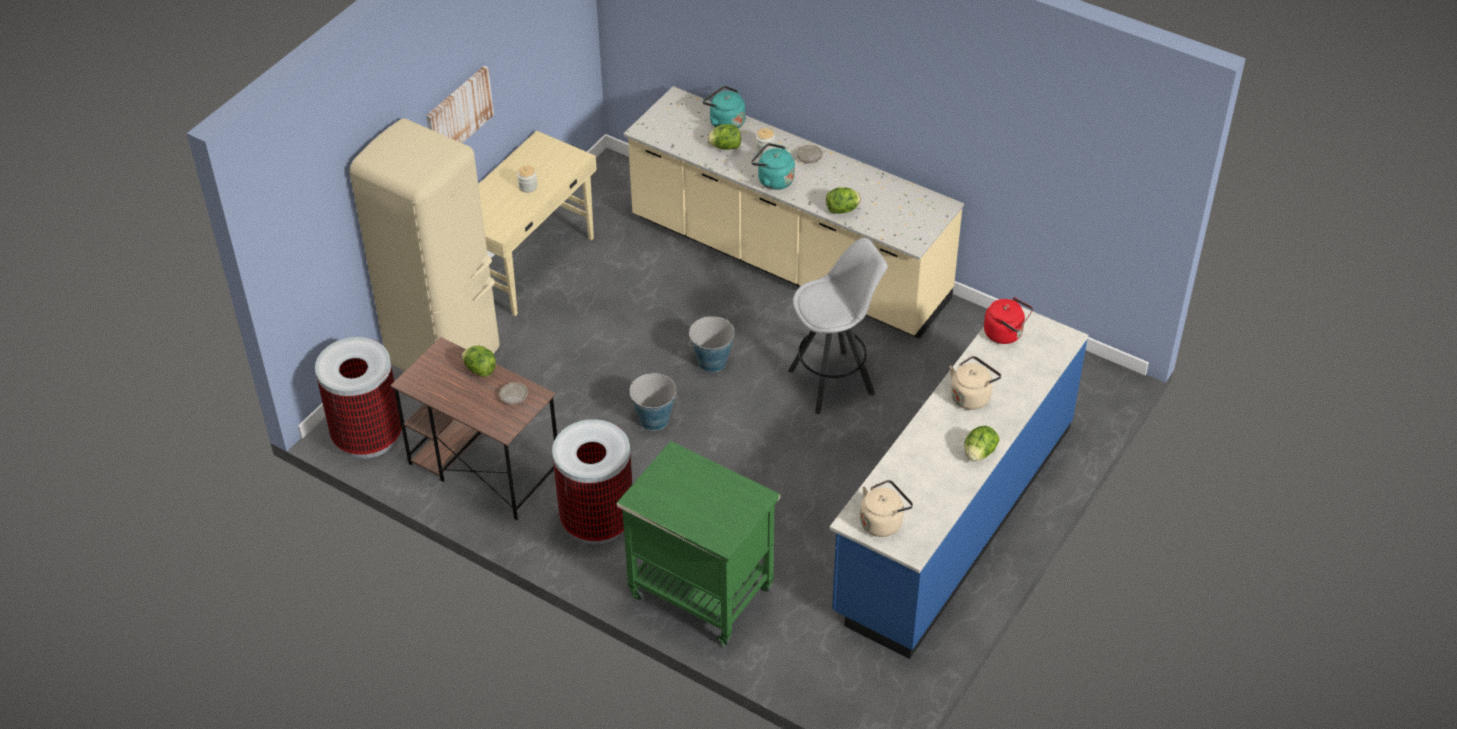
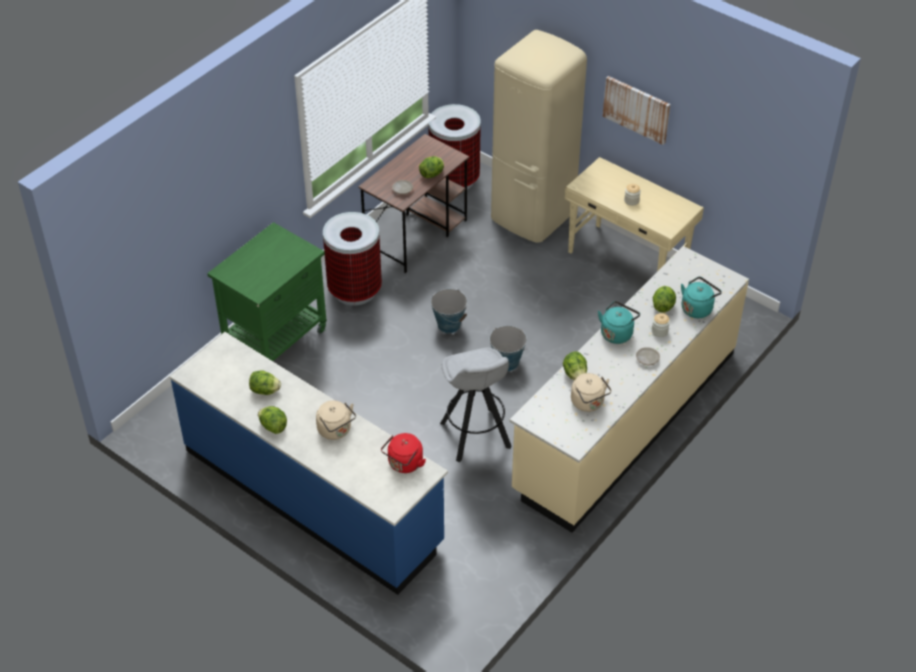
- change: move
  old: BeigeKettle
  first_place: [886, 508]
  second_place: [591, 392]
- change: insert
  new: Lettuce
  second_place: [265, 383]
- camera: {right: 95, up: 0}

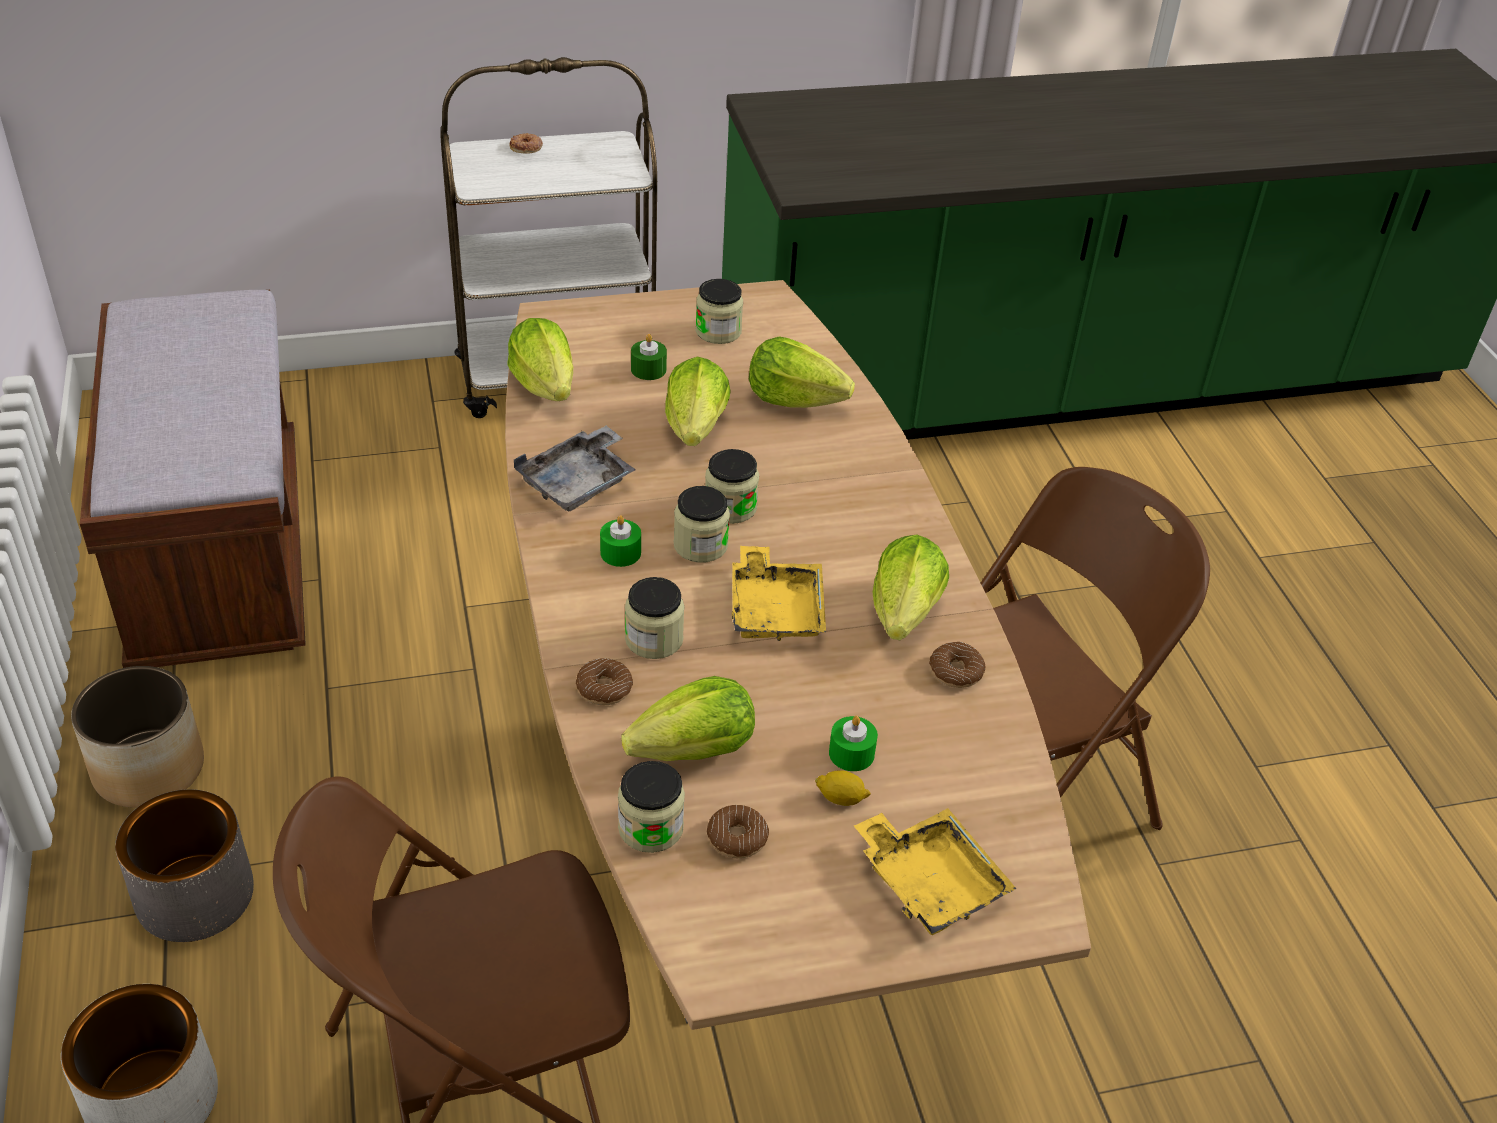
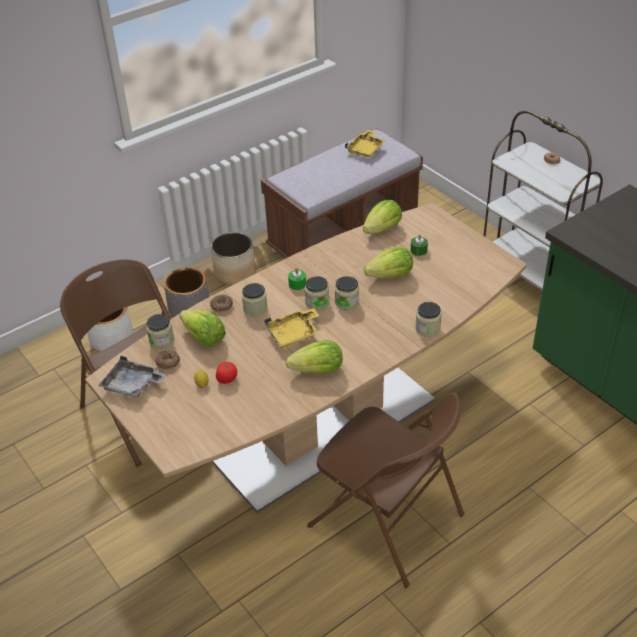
- change: move
  old: Jar
  first_place: [719, 311]
  second_place: [428, 319]
- change: delete
  old: Lettuce
  first_place: [802, 372]
- change: move
  old: GreyTray
  first_place: [575, 468]
  second_place: [132, 377]
- change: delete
  old: Donut
  first_place: [957, 665]
- change: replace
  old: GreenCandle
  new: Tomato
  first_place: [853, 743]
  second_place: [226, 373]
- change: move
  old: YellowTray
  first_place: [935, 871]
  second_place: [365, 143]
- camera: {right: 70, up: 0}

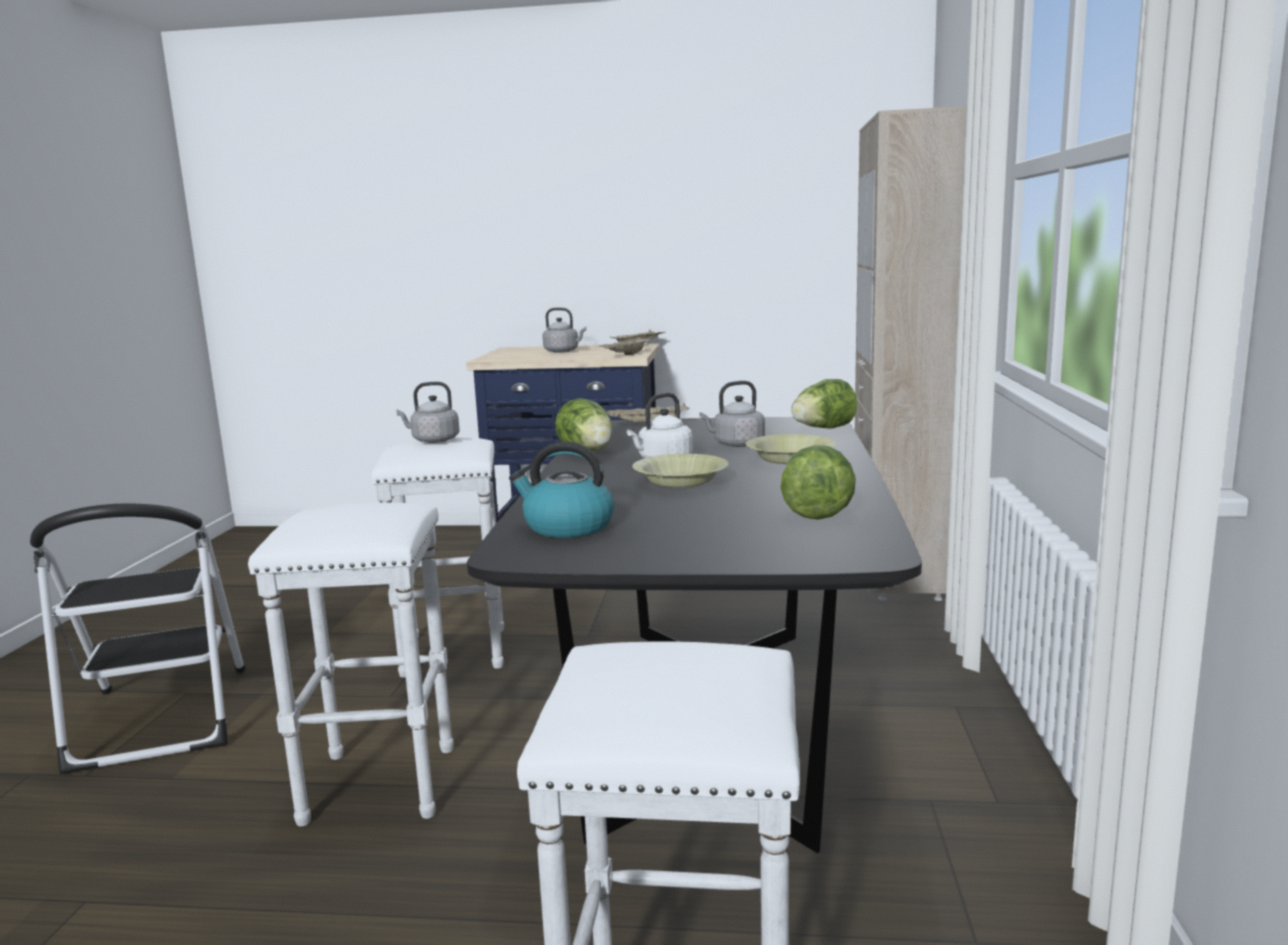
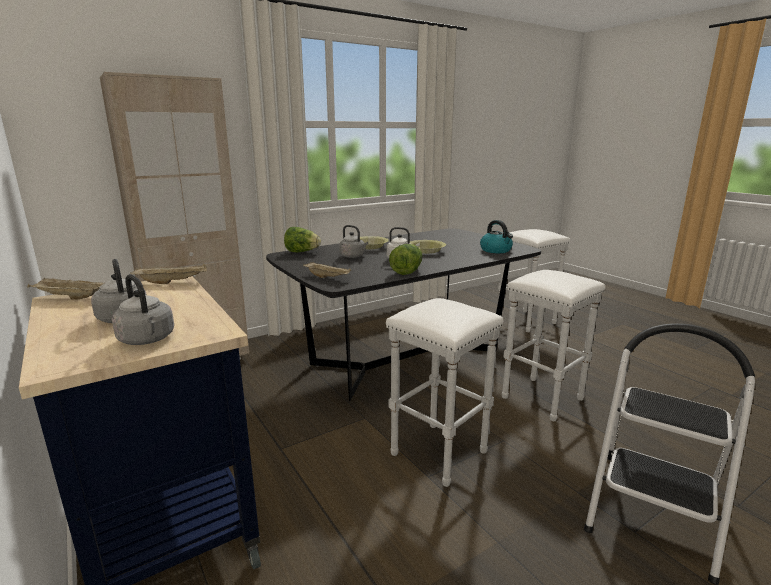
- change: move
  old: GreyKettle
  first_place: [428, 412]
  second_place: [143, 309]
- change: delete
  old: Lettuce
  first_place: [818, 482]
- camera: {right: -130, up: 5}

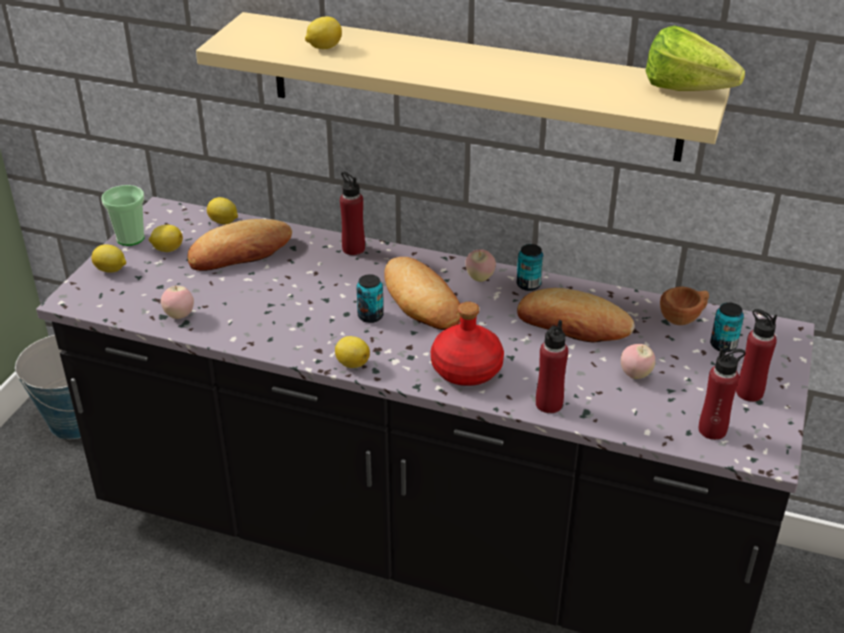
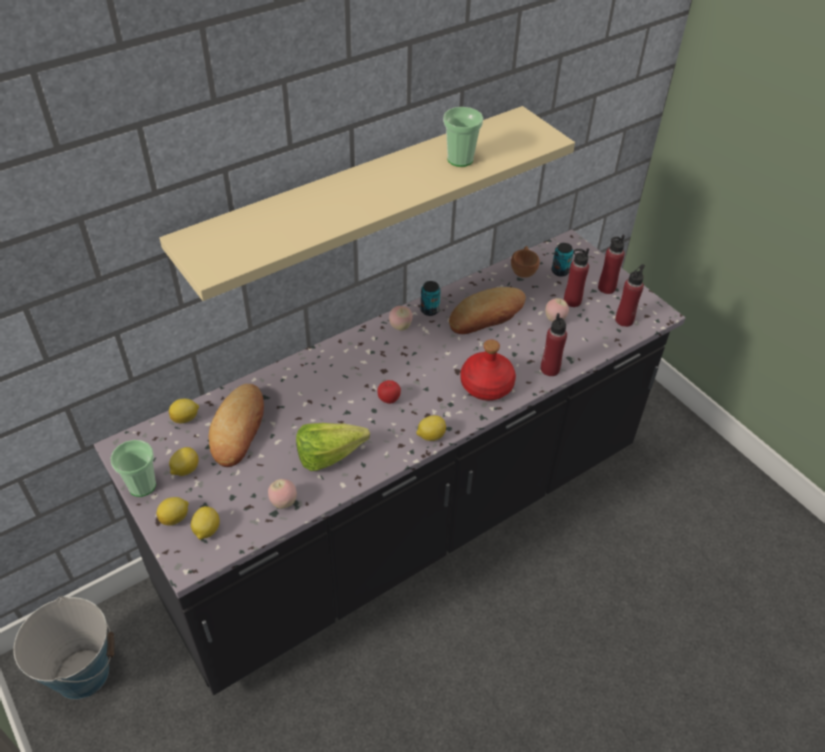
- change: move
  old: Lemon
  first_place: [323, 33]
  second_place: [205, 523]
- change: move
  old: Lettuce
  first_place: [695, 58]
  second_place: [333, 447]
- change: move
  old: RedBottle
  first_place: [352, 213]
  second_place: [576, 277]
- change: delete
  old: Bread
  first_place: [422, 293]
- change: replace
  old: Can
  new: Apple
  first_place: [370, 298]
  second_place: [389, 392]
- change: insert
  new: Cup
  second_place: [463, 137]
- camera: {right: -55, up: 10}

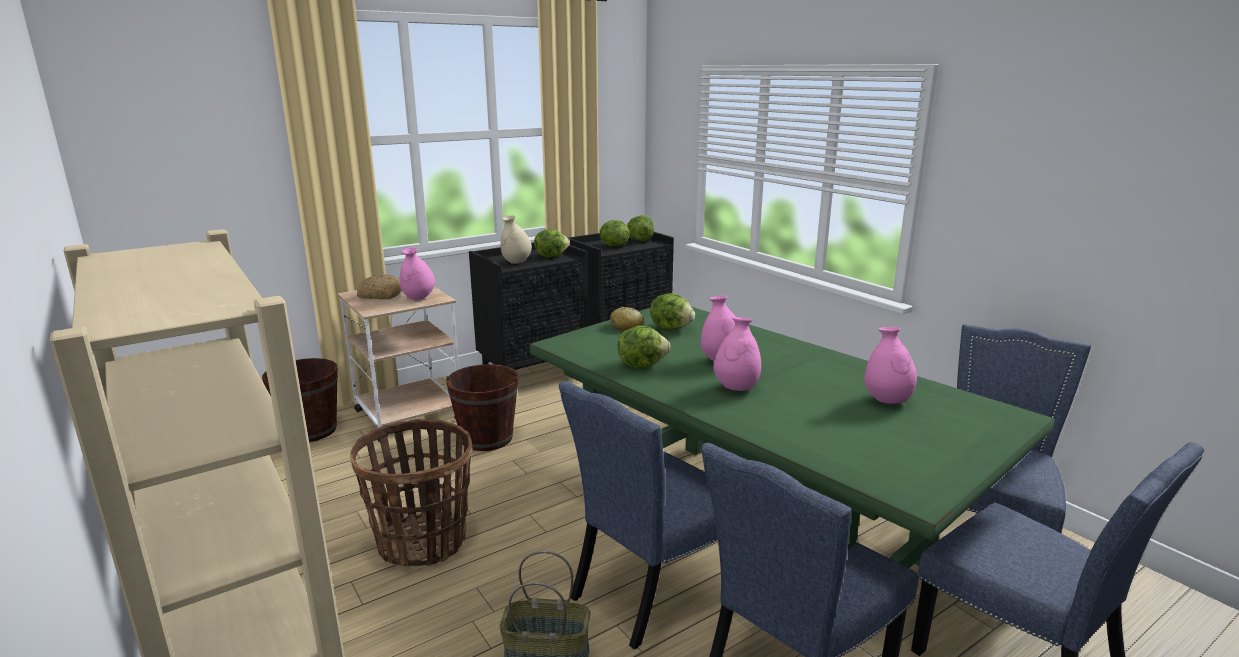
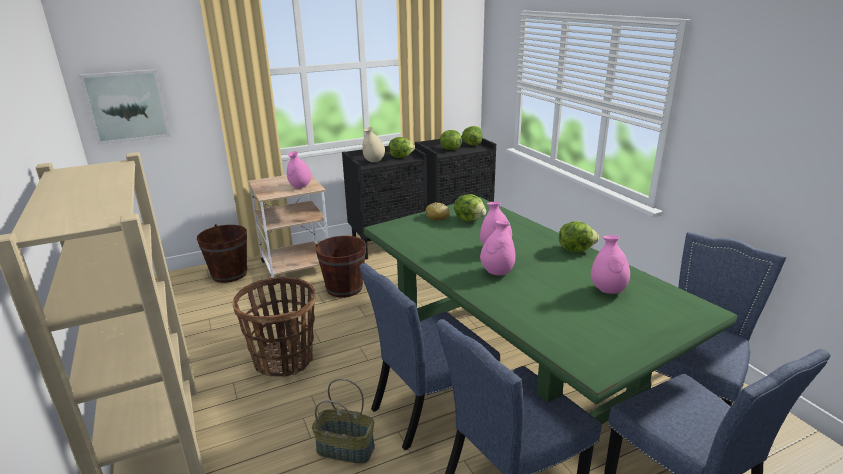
- change: delete
  old: Bread
  first_place: [379, 286]
- change: move
  old: Lettuce
  first_place: [644, 346]
  second_place: [579, 236]
- change: insert
  new: Picture
  second_place: [124, 107]
- camera: {right: 10, up: 5}

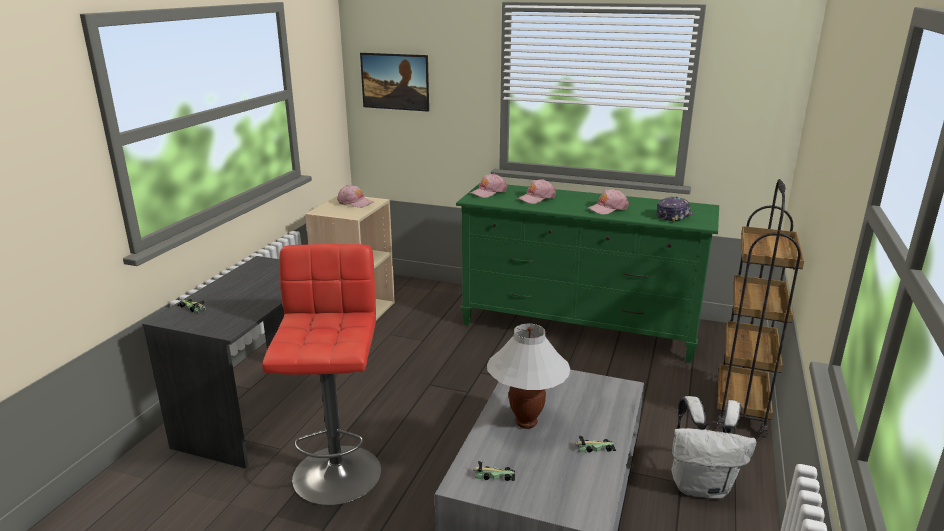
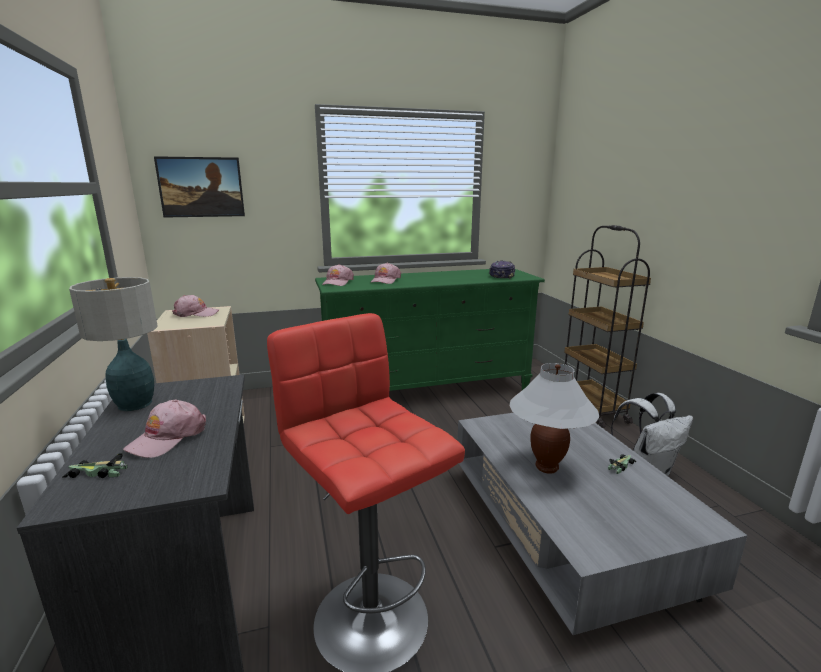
- change: move
  old: PinkCap
  first_place: [608, 202]
  second_place: [164, 429]
- change: delete
  old: ToyCar
  first_place: [494, 471]
- change: insert
  new: TableLamp
  second_place: [113, 344]
- camera: {right: -35, up: -5}

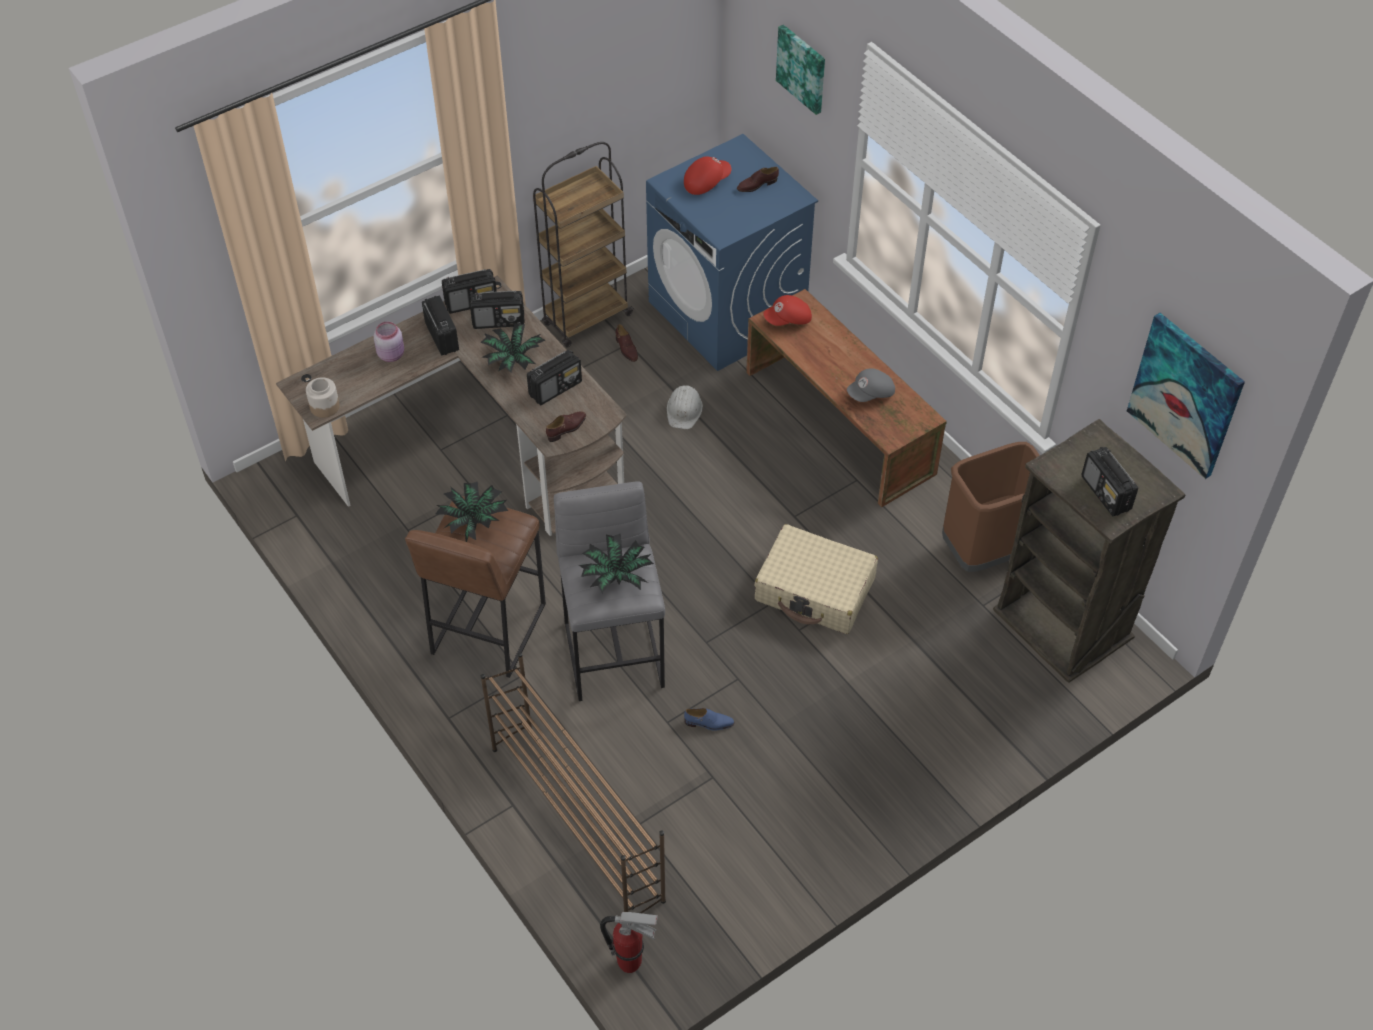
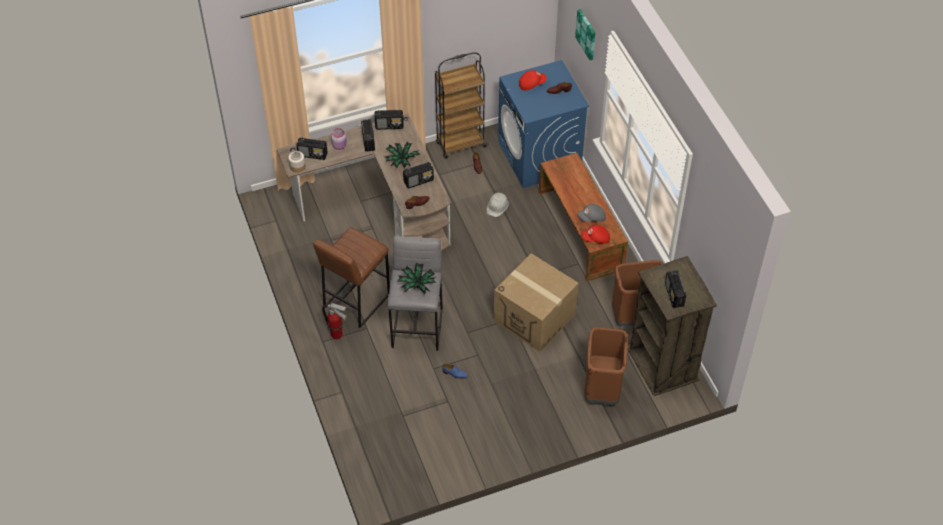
- change: move
  old: Radio
  first_place: [497, 310]
  second_place: [312, 148]
- change: move
  old: RedCap
  first_place: [787, 310]
  second_place: [595, 234]
- change: delete
  old: Picture
  first_place: [1186, 396]
- change: delete
  old: PottedPlant
  first_place: [471, 512]
- change: replace
  old: BeigeSuitcase
  new: CardboardBox
  first_place: [816, 579]
  second_place: [536, 302]
- change: delete
  old: BrownShoeRack
  first_place: [573, 782]
- change: move
  old: FireExtinguisher
  first_place: [629, 942]
  second_place: [334, 321]
- change: insert
  new: BrownTrashCan
  second_place: [606, 366]
- camera: {right: 15, up: 0}

